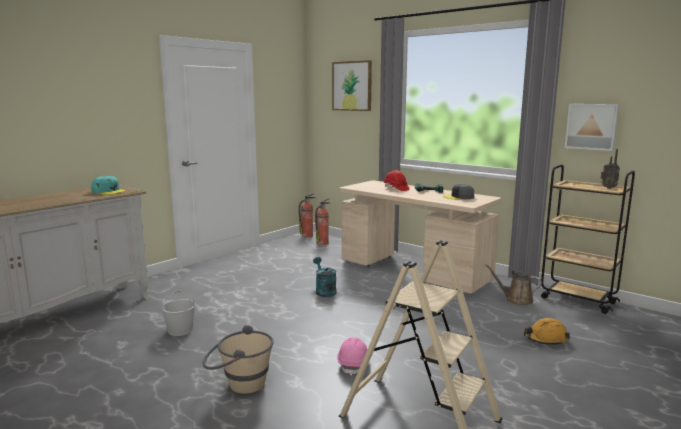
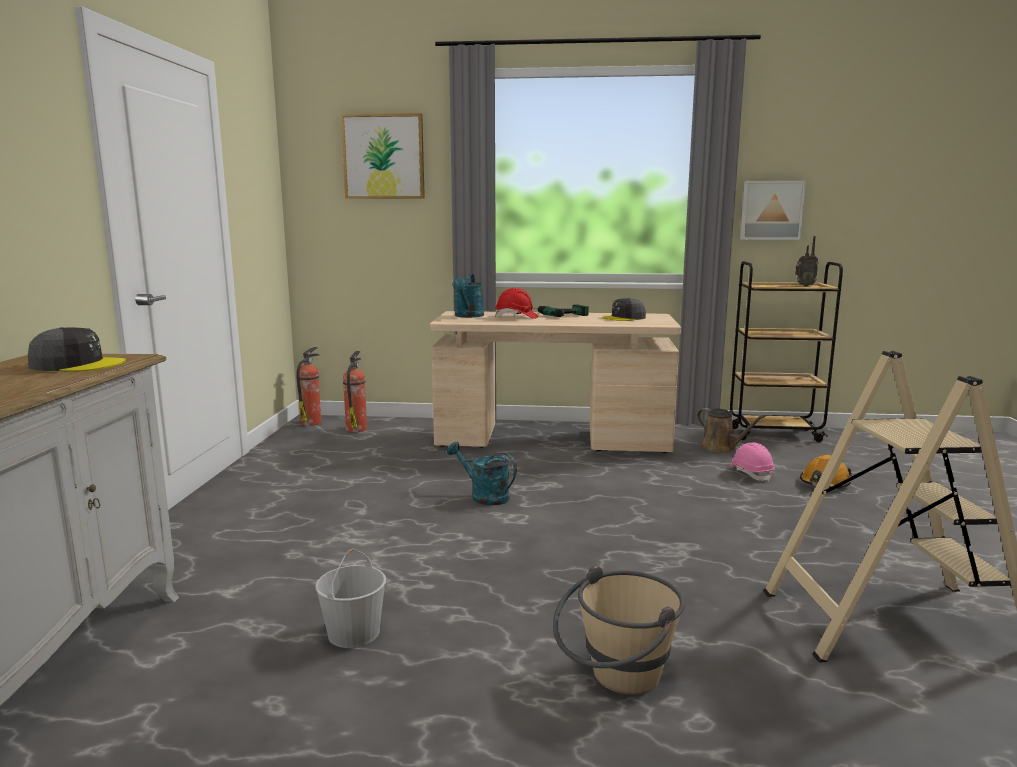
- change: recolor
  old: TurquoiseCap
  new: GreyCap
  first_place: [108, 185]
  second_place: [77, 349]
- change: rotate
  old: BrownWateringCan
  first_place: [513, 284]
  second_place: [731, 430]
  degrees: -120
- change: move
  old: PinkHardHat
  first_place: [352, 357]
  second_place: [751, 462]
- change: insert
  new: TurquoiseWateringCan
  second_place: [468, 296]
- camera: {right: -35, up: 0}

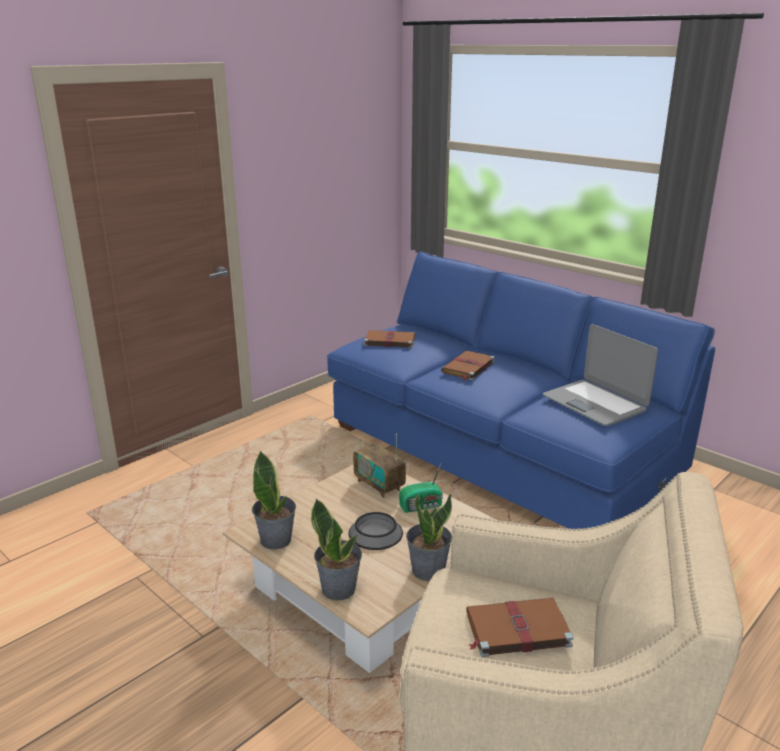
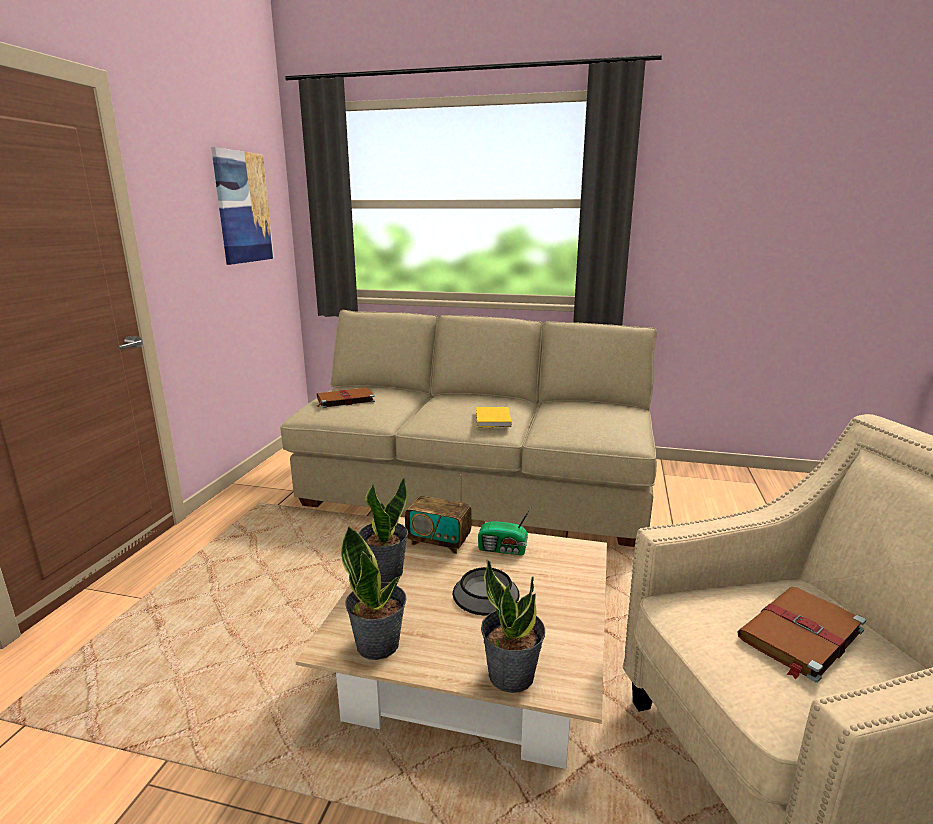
- change: recolor
  old: BlueSofa
  new: BeigeSofa
  first_place: [521, 390]
  second_place: [468, 428]
- change: delete
  old: Laptop
  first_place: [600, 375]
- change: delete
  old: BrownBook
  first_place: [468, 366]
- change: rotate
  old: Radio
  first_place: [421, 488]
  second_place: [505, 531]
  degrees: 60
- change: move
  old: PottedPlant
  first_place: [429, 537]
  second_place: [383, 530]
- change: insert
  new: Picture
  second_place: [242, 206]
- change: insert
  new: YellowBook
  second_place: [494, 417]
- camera: {right: -30, up: -5}

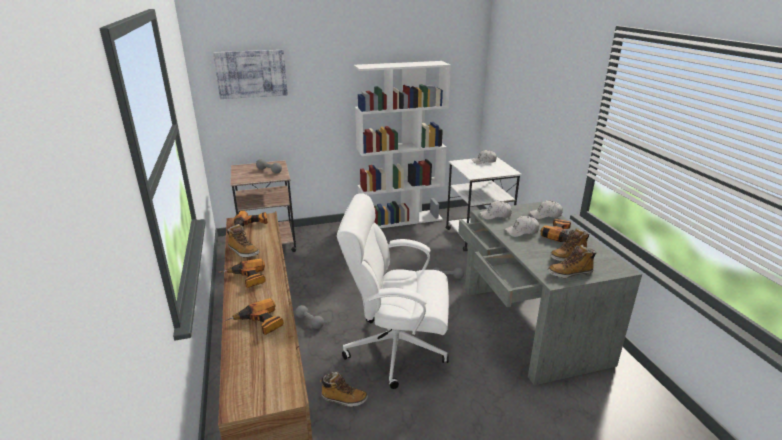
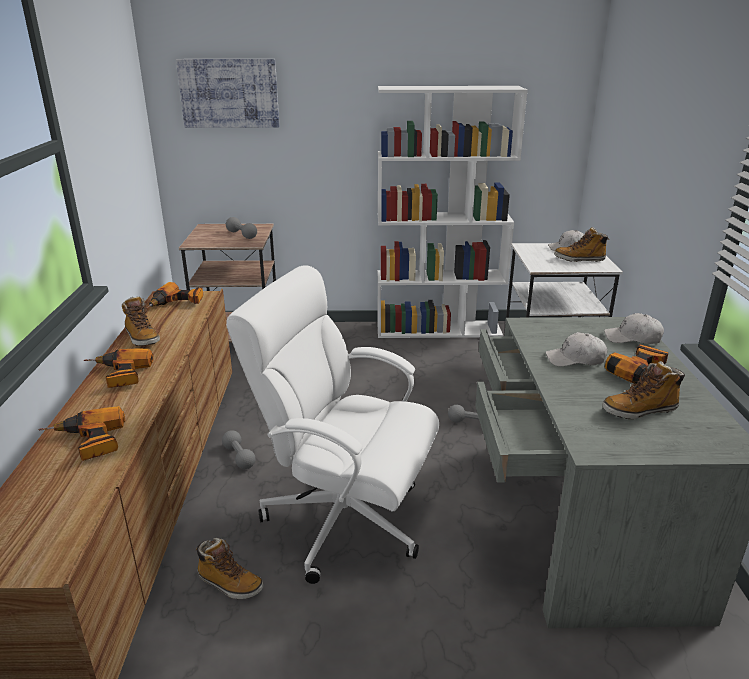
- change: delete
  old: WhiteCap
  first_place: [496, 210]
- change: move
  old: Boot
  first_place: [572, 261]
  second_place: [581, 244]
- camera: {right: 15, up: 0}

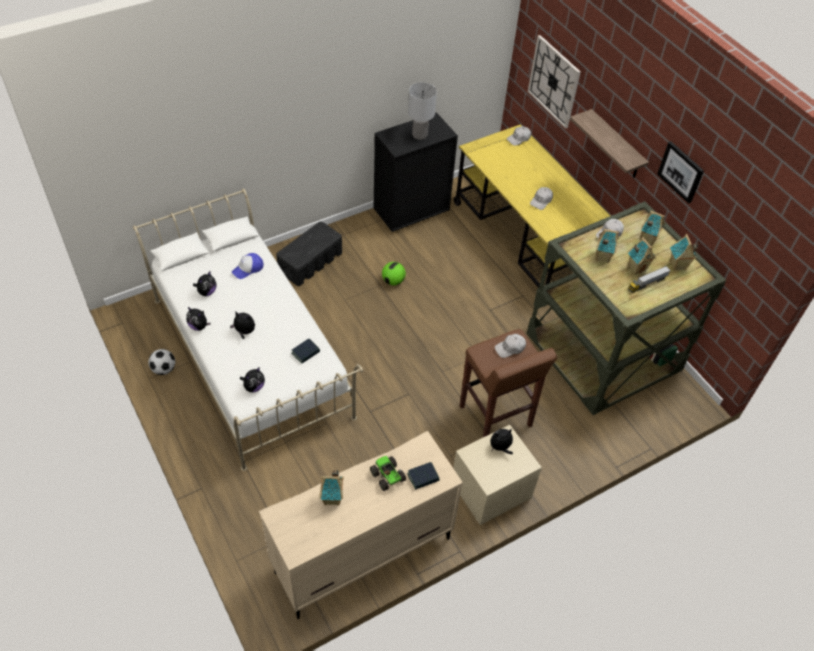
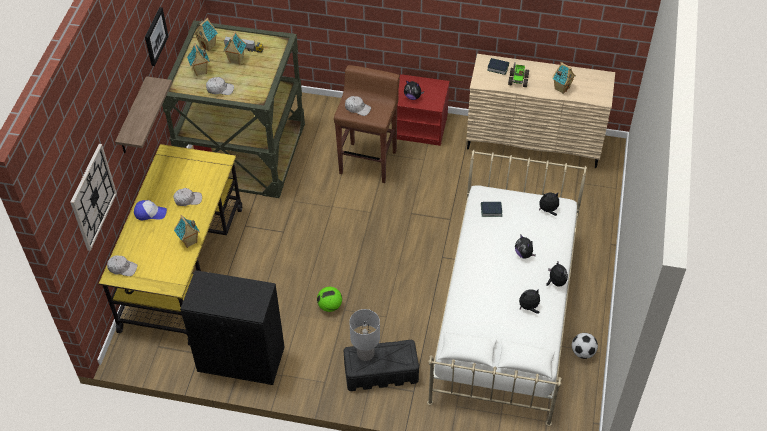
- change: move
  old: GreyTableLamp
  first_place: [422, 111]
  second_place: [364, 335]
- change: move
  old: ToyHouse
  first_place: [607, 246]
  second_place: [187, 231]
- change: move
  old: Cap
  first_place: [247, 266]
  second_place: [150, 210]
- change: recolor
  old: BeigeNightstand
  new: RedNightstand
  first_place: [497, 475]
  second_place: [423, 110]
- camera: {right: -135, up: 0}

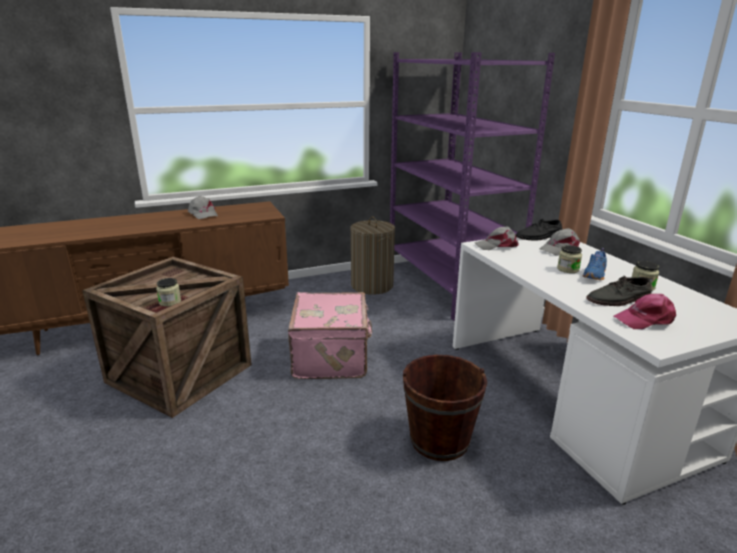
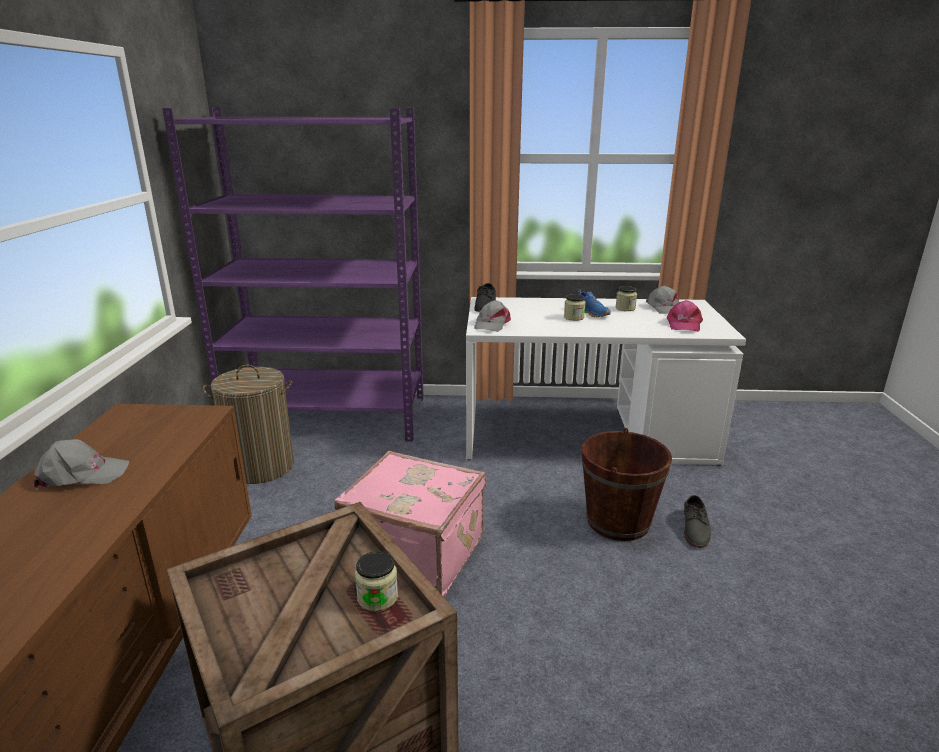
- change: move
  old: GreyCap
  first_place: [559, 242]
  second_place: [662, 300]
- change: move
  old: GreyShoe
  first_place: [619, 290]
  second_place: [697, 521]
- camera: {right: -65, up: 0}

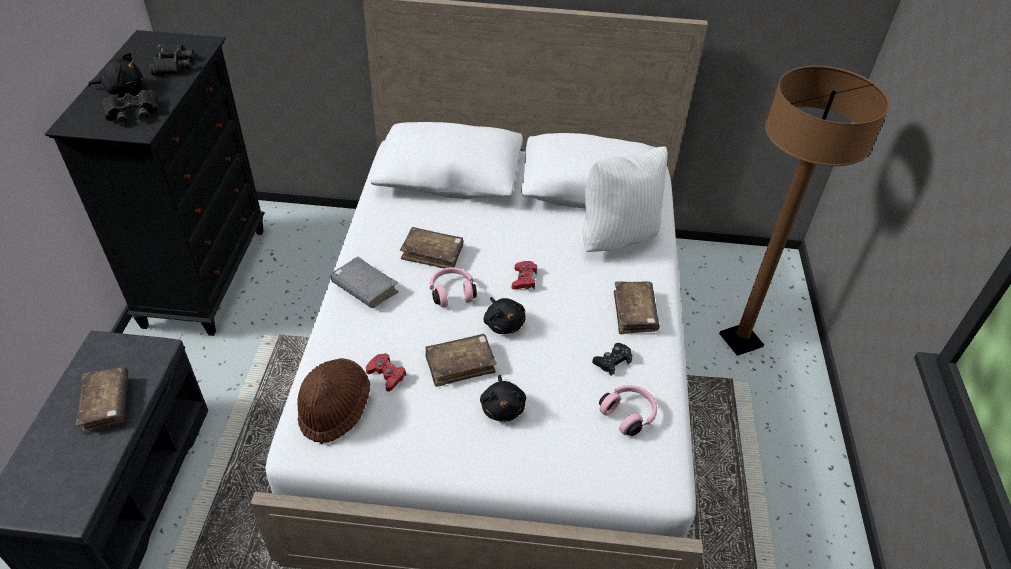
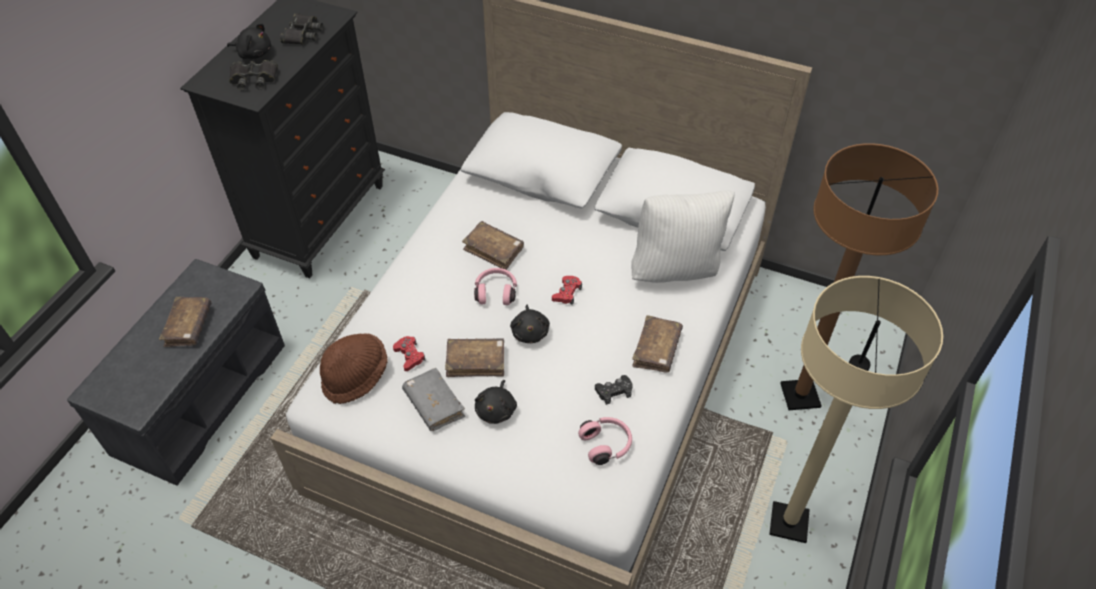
- change: move
  old: GreyBook
  first_place: [365, 282]
  second_place: [433, 399]
- change: insert
  new: BeigeFloorLamp
  second_place: [856, 409]
- camera: {right: 20, up: 5}

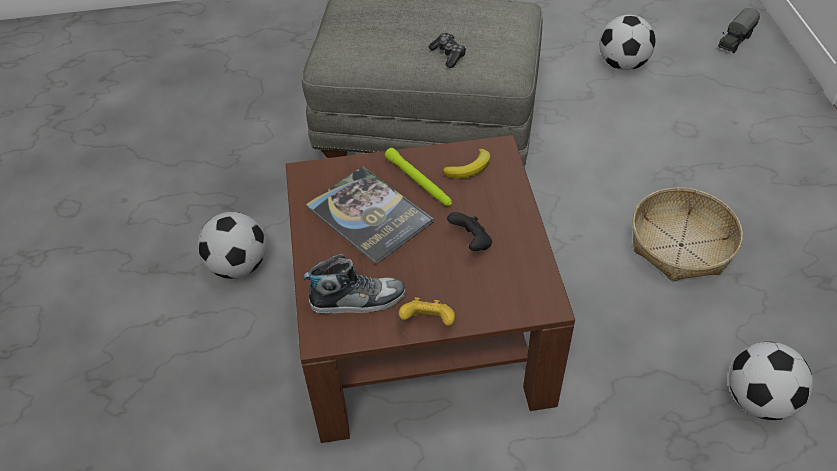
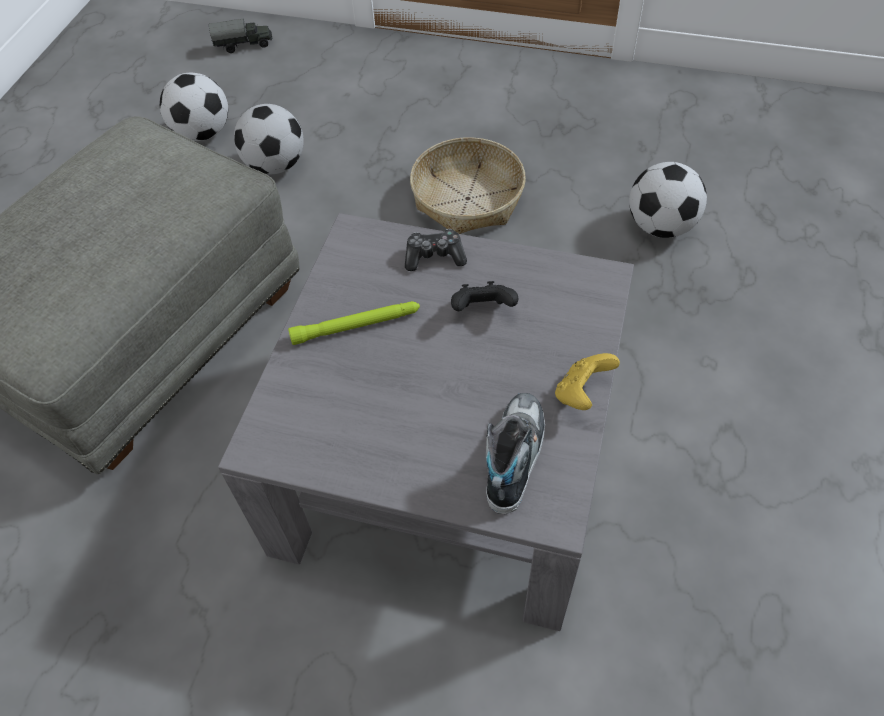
- change: rotate
  old: ToyTruck
  first_place: [739, 30]
  second_place: [240, 36]
  degrees: -75
- change: move
  old: GameController
  first_place: [447, 50]
  second_place: [436, 250]
- change: recolor
  old: BrownCoffeeTable
  new: GreyCoffeeTable
  first_place: [430, 289]
  second_place: [426, 422]
- change: delete
  old: Banana
  first_place: [467, 164]
- change: delete
  old: Book
  first_place: [370, 215]
- change: move
  old: Football
  first_place: [232, 245]
  second_place: [269, 139]
- camera: {right: -65, up: 5}

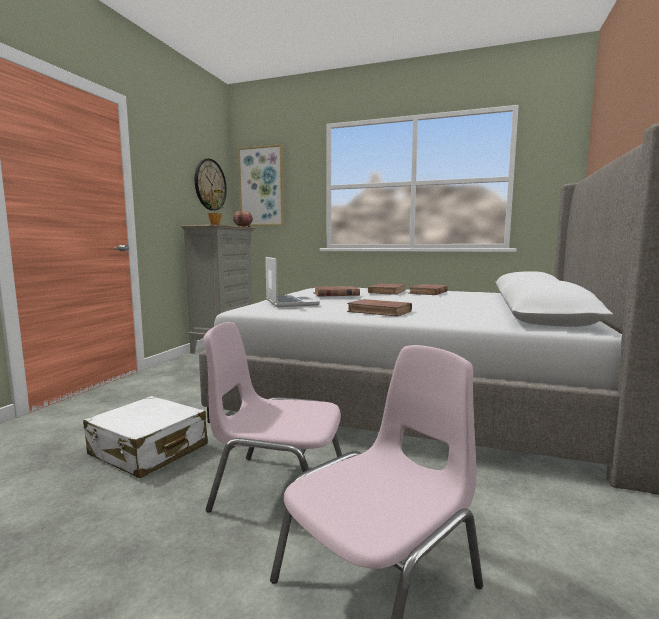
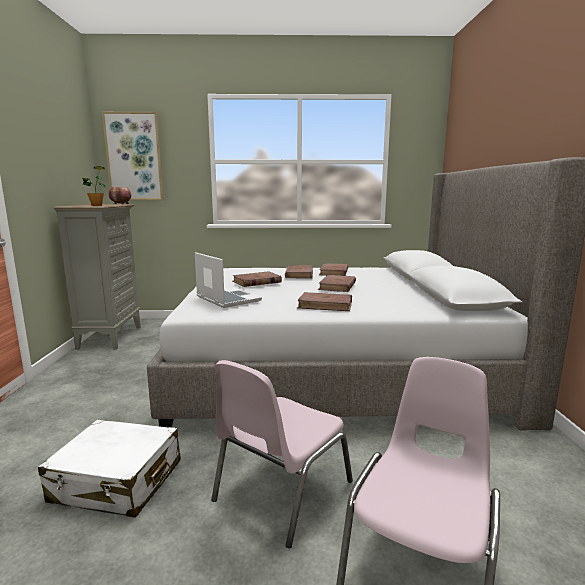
- change: delete
  old: WallClock
  first_place: [211, 185]
- change: rotate
  old: PinkChair
  first_place: [273, 417]
  second_place: [282, 454]
  degrees: -45
- change: insert
  new: BrownBook
  second_place: [337, 283]
- camera: {right: -20, up: 5}

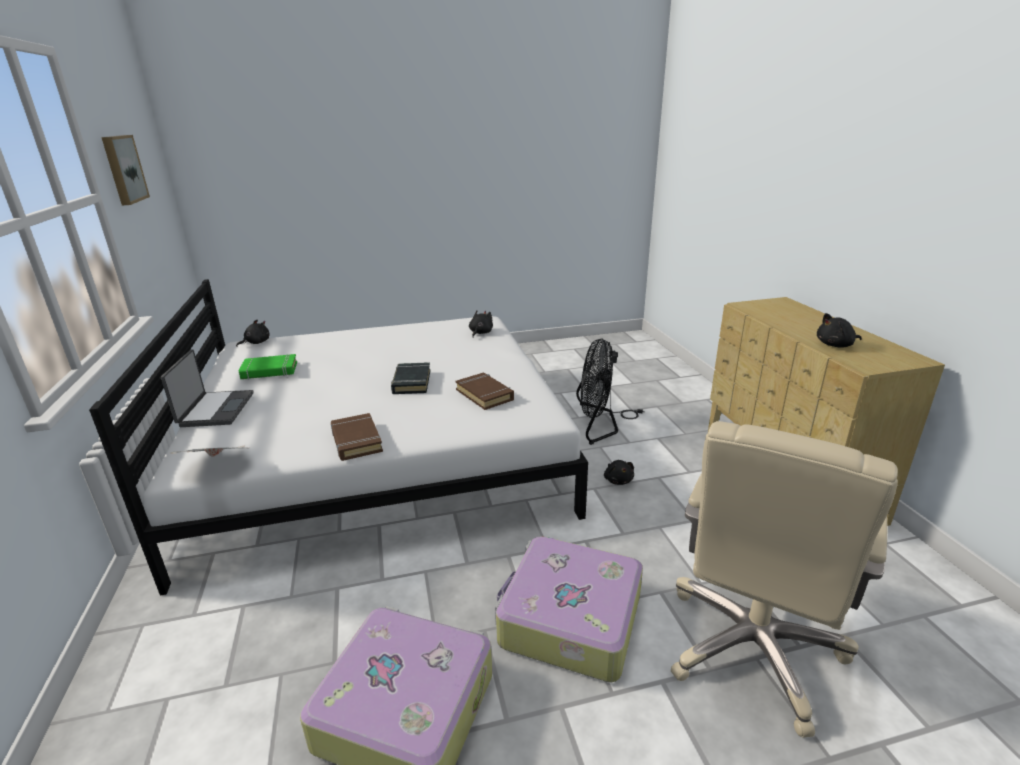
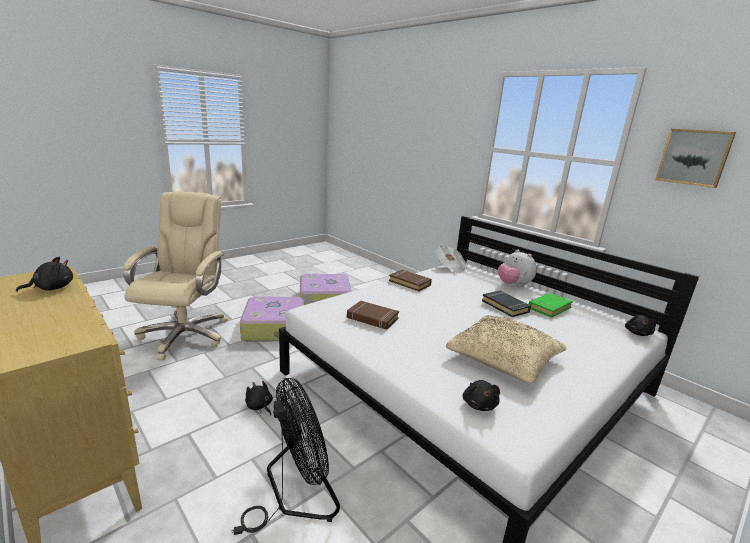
- change: replace
  old: Laptop
  new: PlushToy
  first_place: [207, 388]
  second_place: [517, 268]
- change: move
  old: BlackBook
  first_place: [410, 378]
  second_place: [506, 304]
- change: insert
  new: BeigePillow
  second_place: [506, 349]
- camera: {right: 150, up: -5}

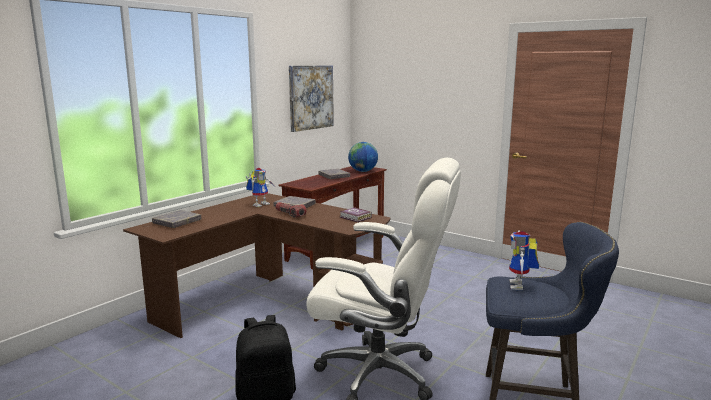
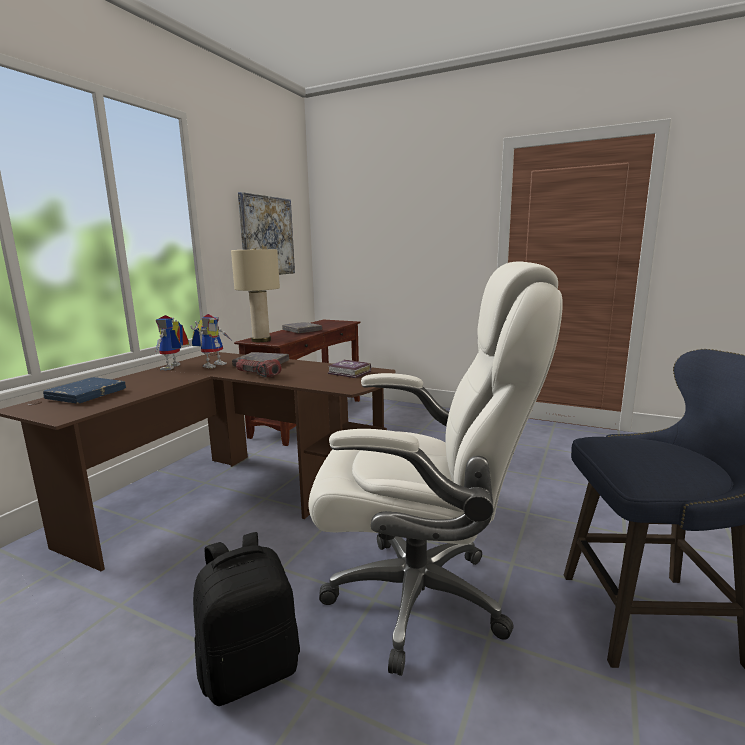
- change: delete
  old: Globe
  first_place: [363, 157]
- change: recolor
  old: GreyBook
  new: BlueBook
  first_place: [177, 219]
  second_place: [84, 390]
- change: move
  old: ToyRobot
  first_place: [524, 260]
  second_place: [172, 342]
- change: insert
  new: BeigeTableLamp
  second_place: [255, 295]
- camera: {right: -10, up: 0}

